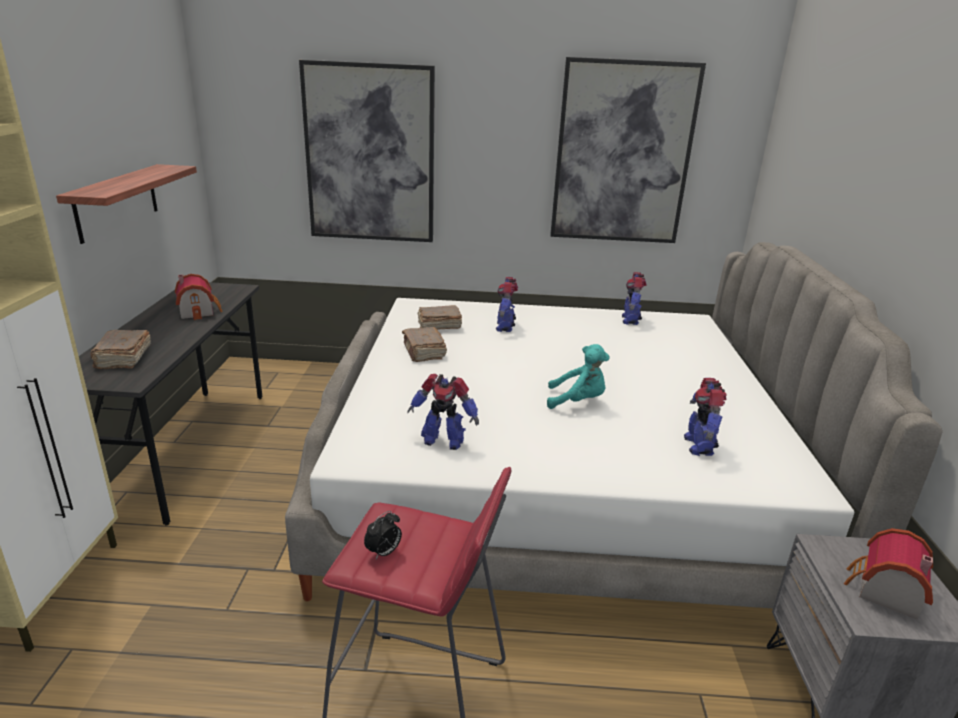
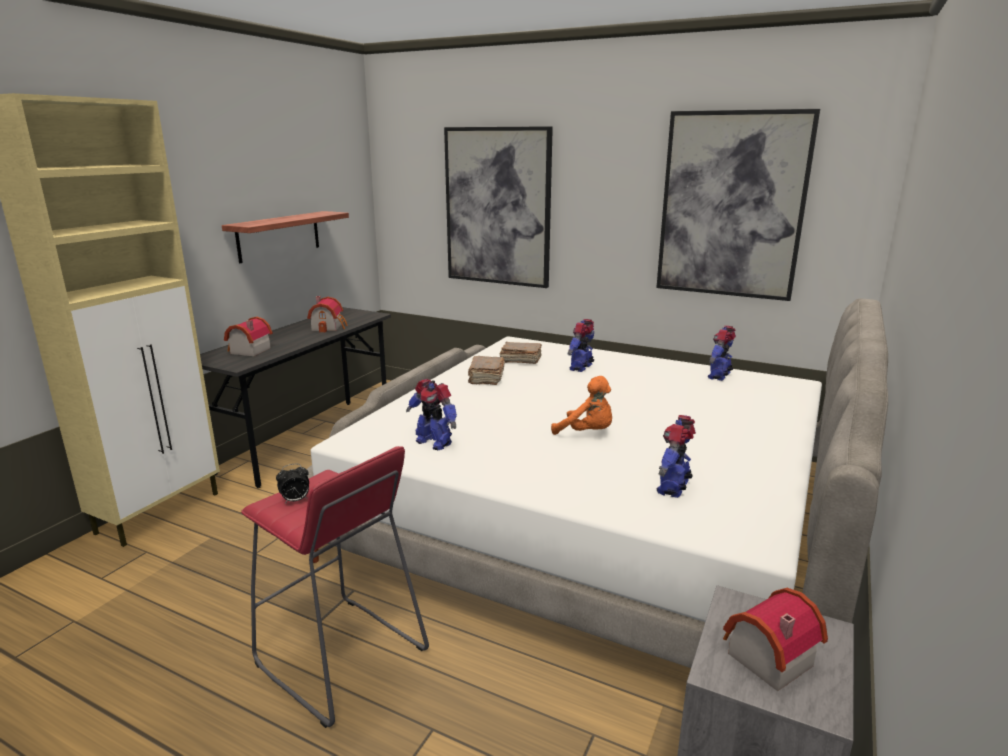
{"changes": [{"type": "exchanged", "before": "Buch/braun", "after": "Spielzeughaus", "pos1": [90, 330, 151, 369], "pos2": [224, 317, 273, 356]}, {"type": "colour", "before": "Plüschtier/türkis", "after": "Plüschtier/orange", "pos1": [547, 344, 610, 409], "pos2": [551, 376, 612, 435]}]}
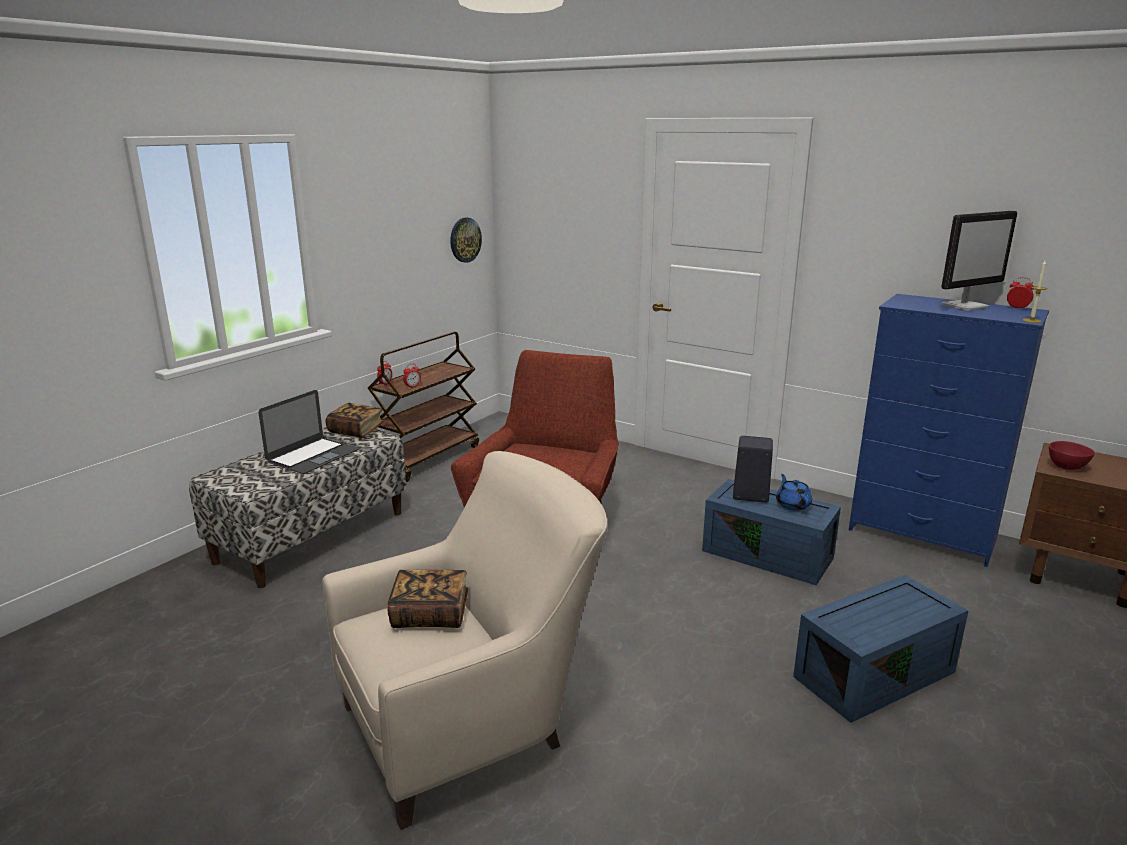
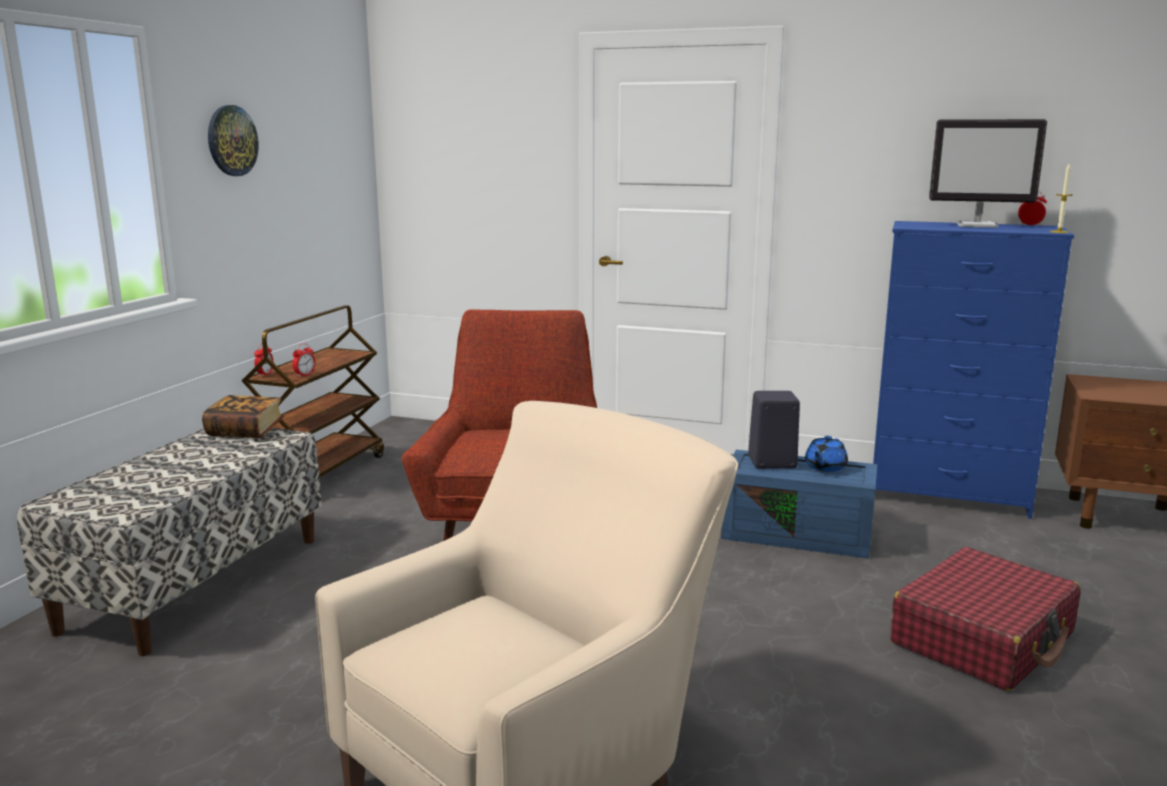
{"changes": [{"type": "spun", "before": "Monitor", "pos1": [941, 211, 1017, 311], "pos2": [929, 119, 1047, 228], "turn": 60}, {"type": "relocated", "before": "Wanduhr", "pos1": [450, 217, 482, 263], "pos2": [208, 105, 259, 176]}, {"type": "missing", "before": "Laptop", "pos1": [258, 390, 359, 474]}, {"type": "missing", "before": "Schüssel/rot", "pos1": [1049, 441, 1095, 470]}, {"type": "spun", "before": "Teekanne/blau", "pos1": [776, 474, 812, 511], "pos2": [805, 436, 848, 472], "turn": -120}, {"type": "missing", "before": "Buch", "pos1": [388, 569, 468, 628]}, {"type": "exchanged", "before": "Aufbewahrungsbox/blau", "after": "Koffer/rot", "pos1": [793, 575, 969, 723], "pos2": [890, 547, 1080, 691]}]}
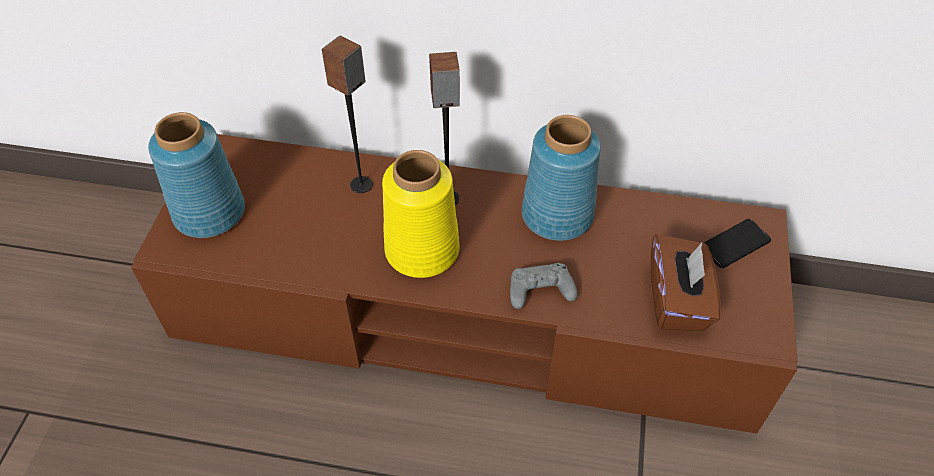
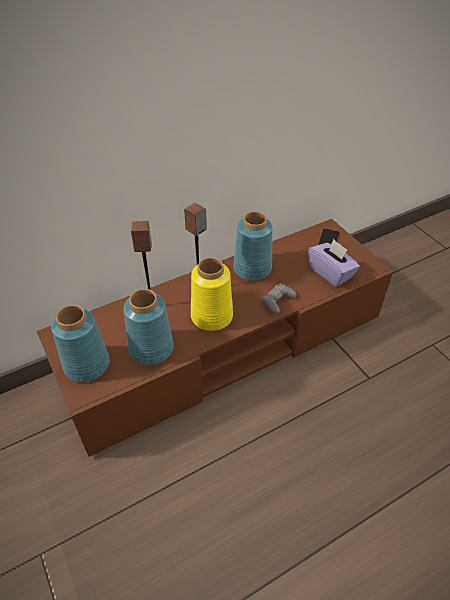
{"changes": [{"type": "colour", "before": "Taschentuchbox/braun", "after": "Taschentuchbox/lila", "pos1": [651, 234, 721, 331], "pos2": [308, 239, 360, 287]}, {"type": "appeared", "after": "Vase/blau", "pos2": [123, 289, 174, 365]}]}
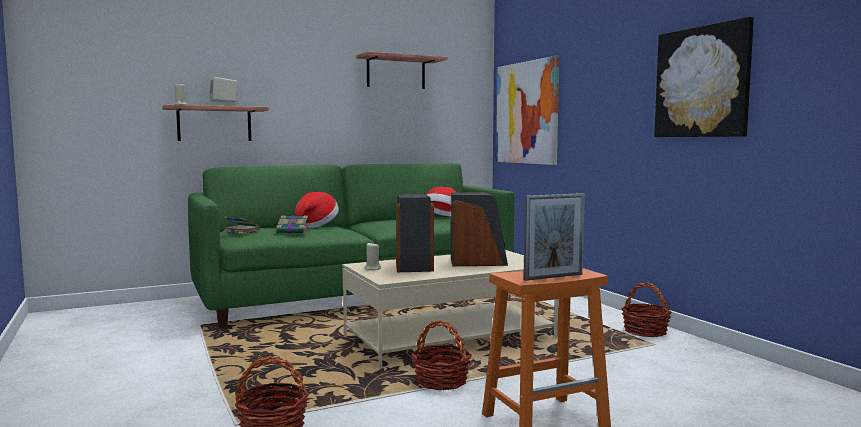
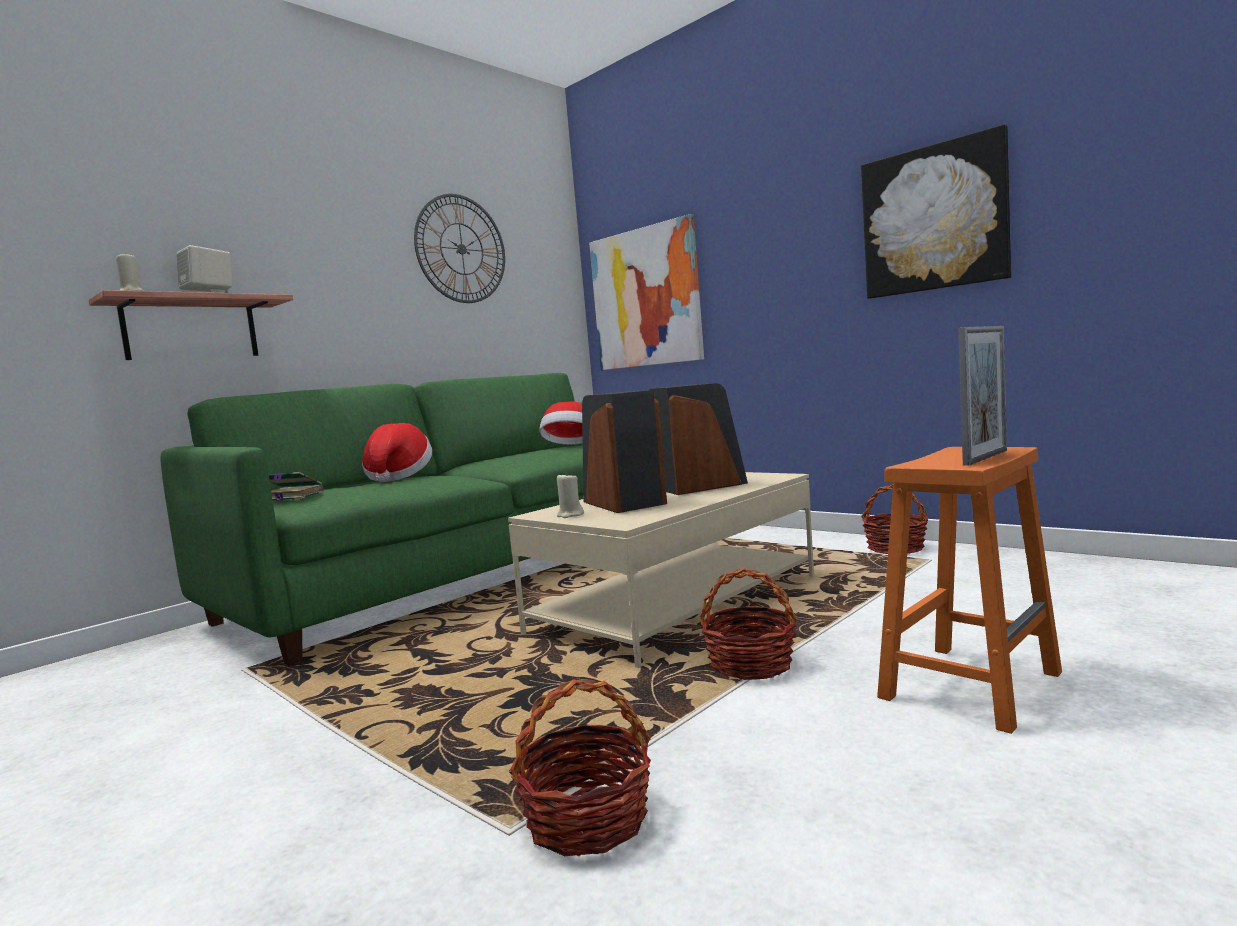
{"changes": [{"type": "exchanged", "before": "Wandregal", "after": "Wanduhr", "pos1": [356, 52, 448, 89], "pos2": [414, 194, 505, 303]}, {"type": "missing", "before": "Buch", "pos1": [276, 216, 309, 233]}]}
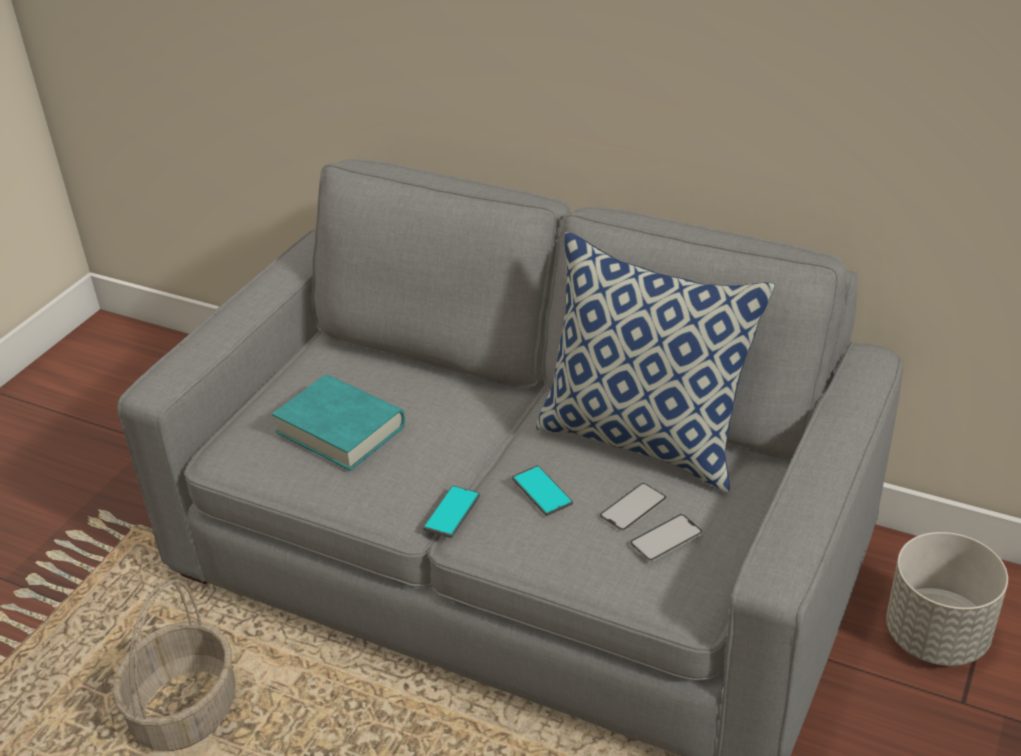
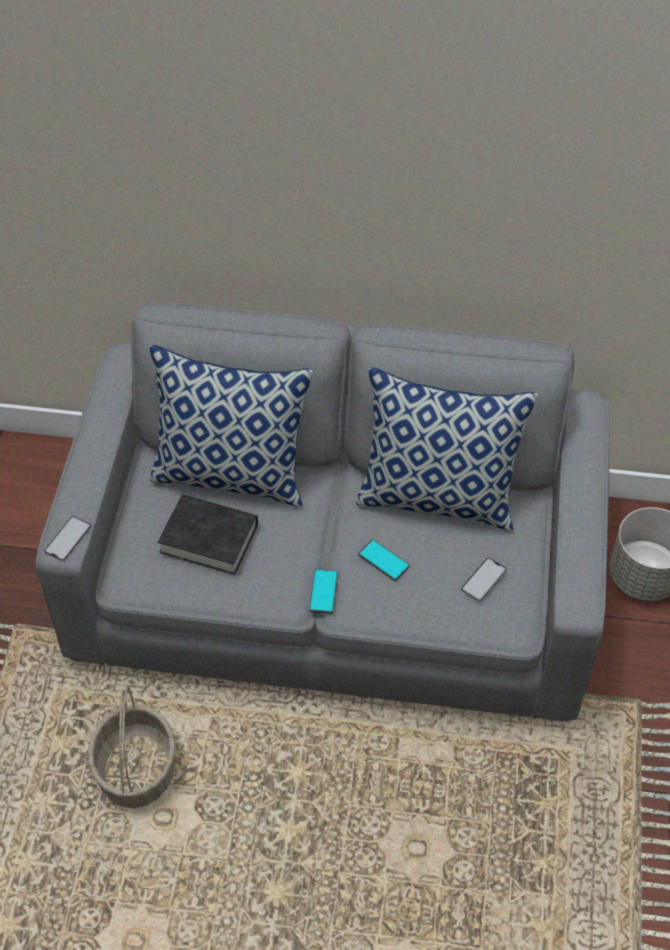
{"changes": [{"type": "colour", "before": "Buch/türkis", "after": "Buch/schwarz", "pos1": [272, 375, 405, 471], "pos2": [158, 495, 258, 575]}, {"type": "relocated", "before": "Handy", "pos1": [600, 483, 666, 531], "pos2": [44, 516, 91, 561]}, {"type": "appeared", "after": "Kissen", "pos2": [150, 345, 313, 507]}]}
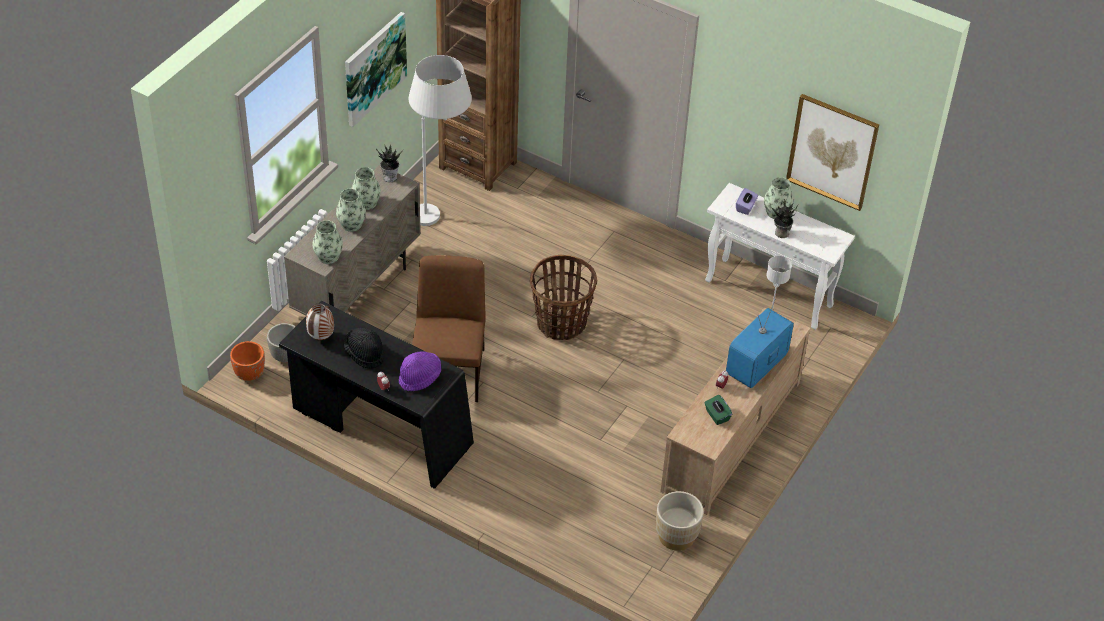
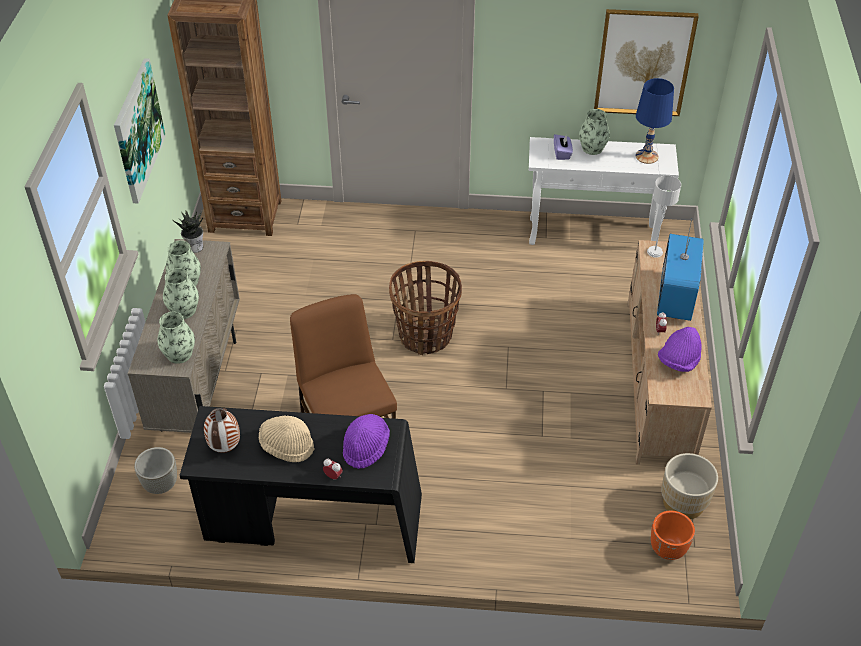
{"changes": [{"type": "missing", "before": "Stehlampe/weiß", "pos1": [409, 55, 472, 226]}, {"type": "missing", "before": "Topfpflanze", "pos1": [770, 199, 798, 238]}, {"type": "colour", "before": "Hut/schwarz", "after": "Hut/beige", "pos1": [343, 328, 385, 369], "pos2": [259, 416, 315, 462]}, {"type": "relocated", "before": "Pflanzkübel/orange", "pos1": [230, 341, 265, 381], "pos2": [651, 511, 695, 560]}, {"type": "exchanged", "before": "Taschentuchbox/grün", "after": "Hut/lila", "pos1": [705, 395, 732, 425], "pos2": [658, 327, 702, 372]}, {"type": "appeared", "after": "Tischlampe/blau", "pos2": [636, 78, 674, 164]}]}
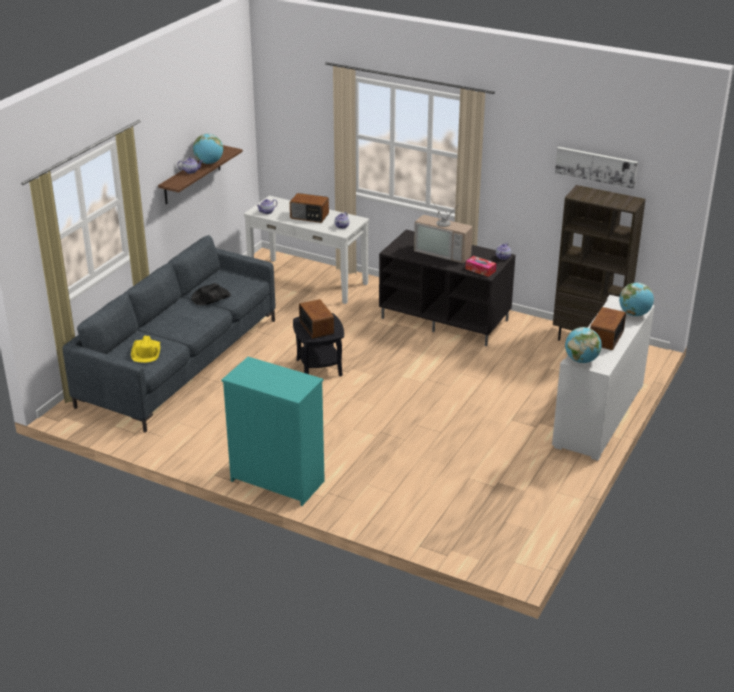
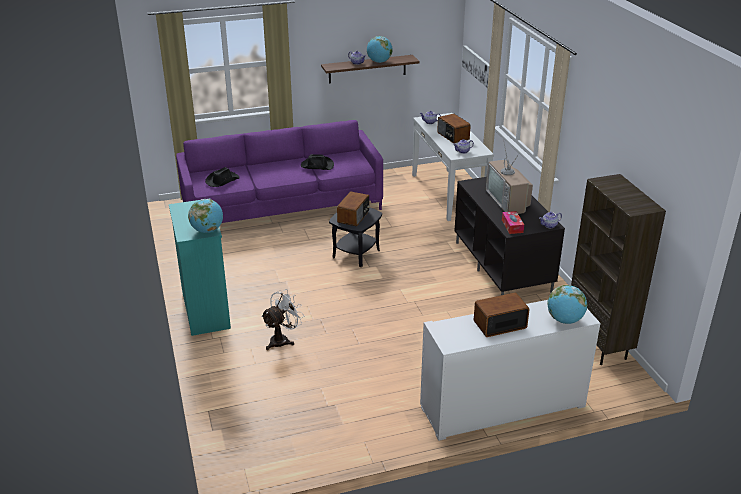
{"changes": [{"type": "relocated", "before": "Bild", "pos1": [555, 147, 638, 189], "pos2": [462, 45, 489, 88]}, {"type": "colour", "before": "Sofa/grau", "after": "Sofa/lila", "pos1": [63, 235, 275, 433], "pos2": [176, 120, 383, 223]}, {"type": "relocated", "before": "Globus", "pos1": [565, 327, 602, 363], "pos2": [188, 199, 223, 233]}, {"type": "colour", "before": "Hut/gelb", "after": "Hut/schwarz", "pos1": [131, 336, 160, 363], "pos2": [205, 167, 240, 187]}, {"type": "appeared", "after": "Ventilator/weiß", "pos2": [261, 289, 304, 350]}]}
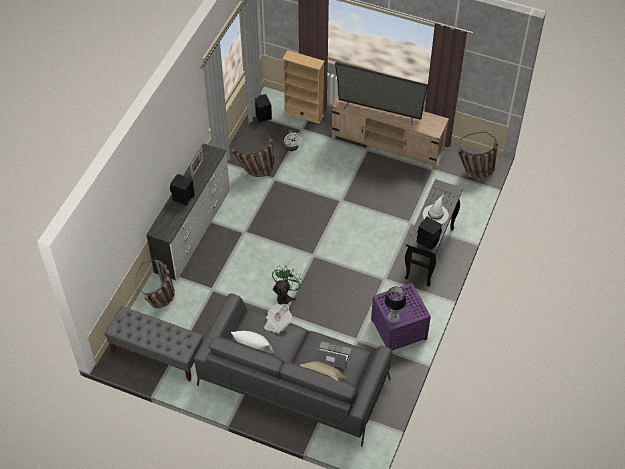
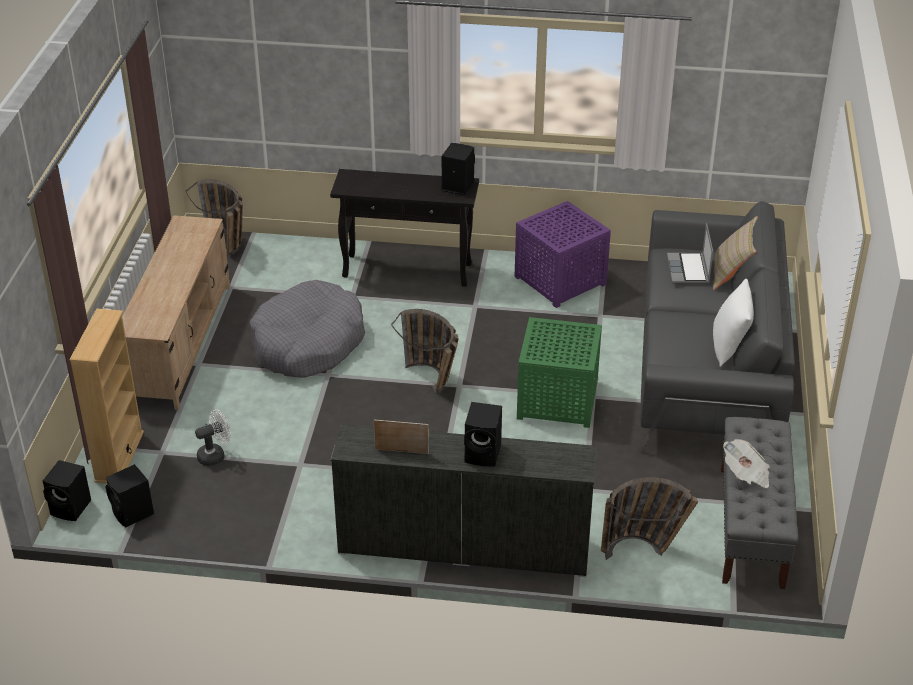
{"changes": [{"type": "missing", "before": "Fernseher", "pos1": [335, 62, 428, 125]}, {"type": "relocated", "before": "Korb", "pos1": [232, 130, 274, 177], "pos2": [391, 309, 458, 393]}, {"type": "missing", "before": "Hut/weiß", "pos1": [423, 194, 449, 224]}, {"type": "exchanged", "before": "Ventilator/grün", "after": "Beistelltisch/grün", "pos1": [272, 265, 303, 305], "pos2": [517, 317, 602, 428]}, {"type": "missing", "before": "Tischlampe", "pos1": [385, 287, 406, 323]}, {"type": "relocated", "before": "Zeitung", "pos1": [264, 303, 292, 334], "pos2": [723, 439, 770, 488]}, {"type": "appeared", "after": "Hundebett/grau", "pos2": [250, 280, 365, 378]}, {"type": "appeared", "after": "Lautsprecher/schwarz", "pos2": [42, 460, 91, 521]}]}
